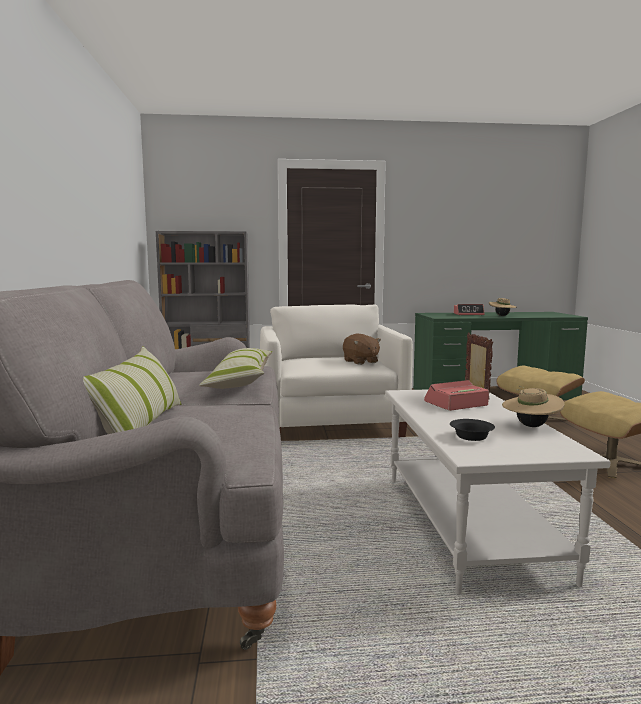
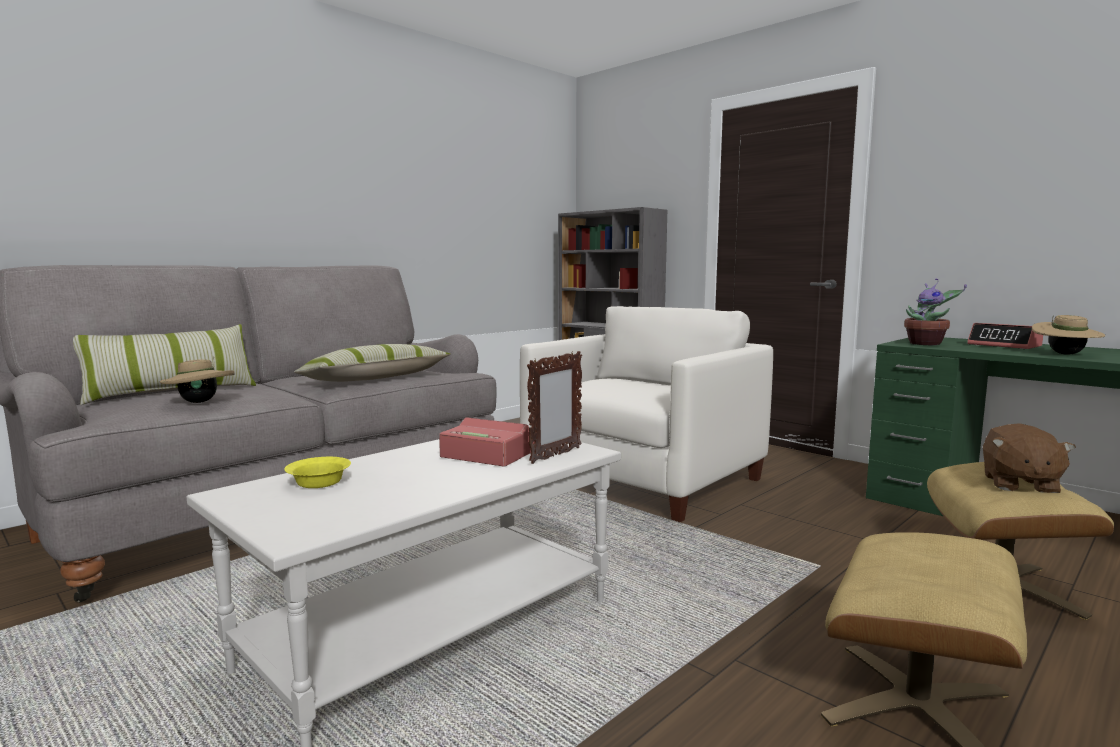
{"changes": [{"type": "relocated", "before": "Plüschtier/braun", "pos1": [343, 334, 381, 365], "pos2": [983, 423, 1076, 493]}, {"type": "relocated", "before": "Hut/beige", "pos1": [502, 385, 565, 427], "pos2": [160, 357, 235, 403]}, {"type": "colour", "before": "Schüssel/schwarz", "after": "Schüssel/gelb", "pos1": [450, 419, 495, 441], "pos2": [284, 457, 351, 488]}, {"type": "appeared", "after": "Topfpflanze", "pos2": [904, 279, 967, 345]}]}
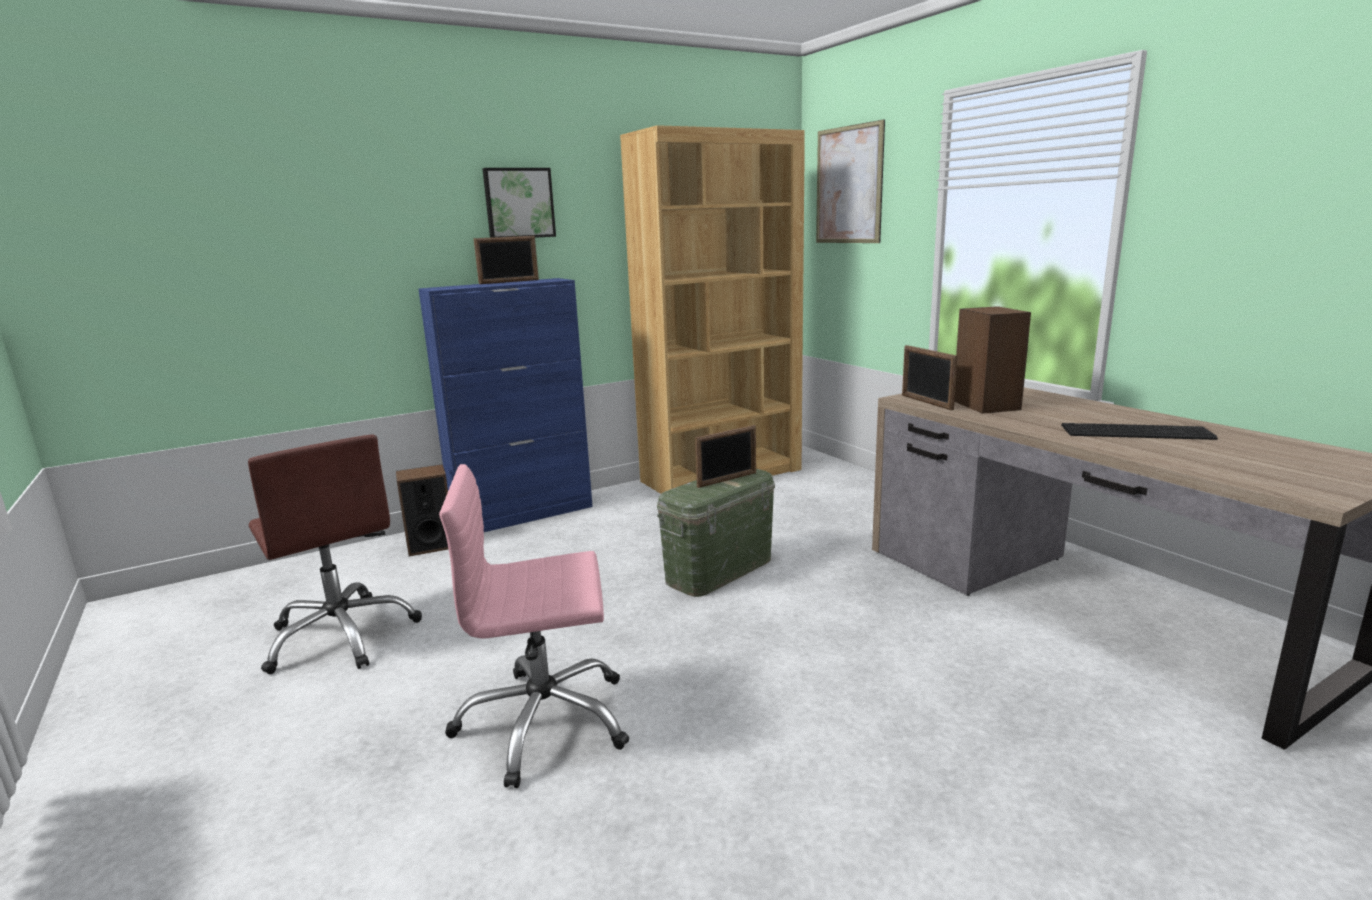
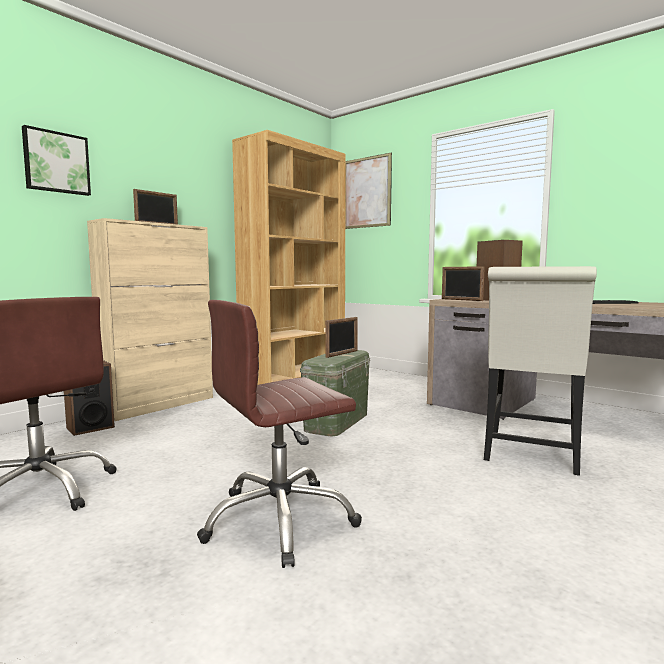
{"changes": [{"type": "relocated", "before": "Bild", "pos1": [482, 168, 556, 238], "pos2": [22, 125, 91, 196]}, {"type": "colour", "before": "Schrank/blau", "after": "Schrank/beige", "pos1": [418, 278, 593, 532], "pos2": [87, 218, 213, 421]}, {"type": "colour", "before": "Bürostuhl/rosa", "after": "Bürostuhl/braun", "pos1": [439, 464, 629, 788], "pos2": [197, 300, 362, 568]}, {"type": "appeared", "after": "Stuhl/weiß", "pos2": [484, 266, 597, 476]}]}
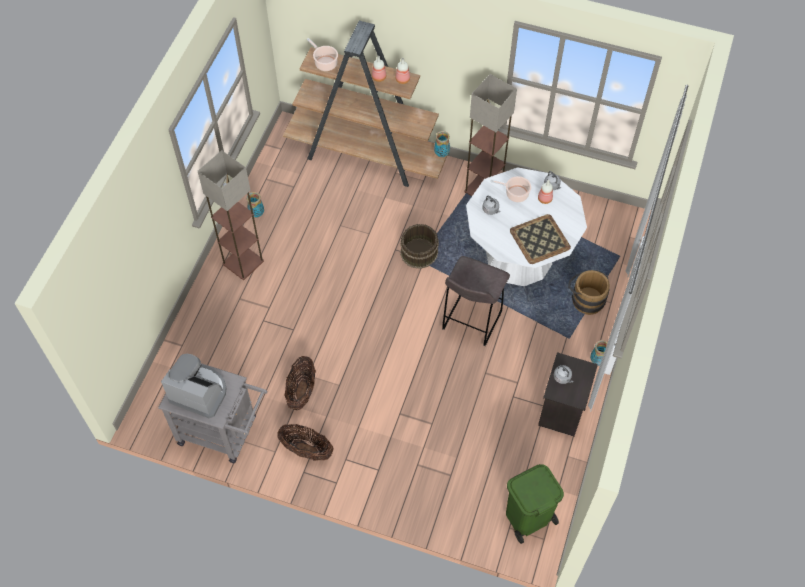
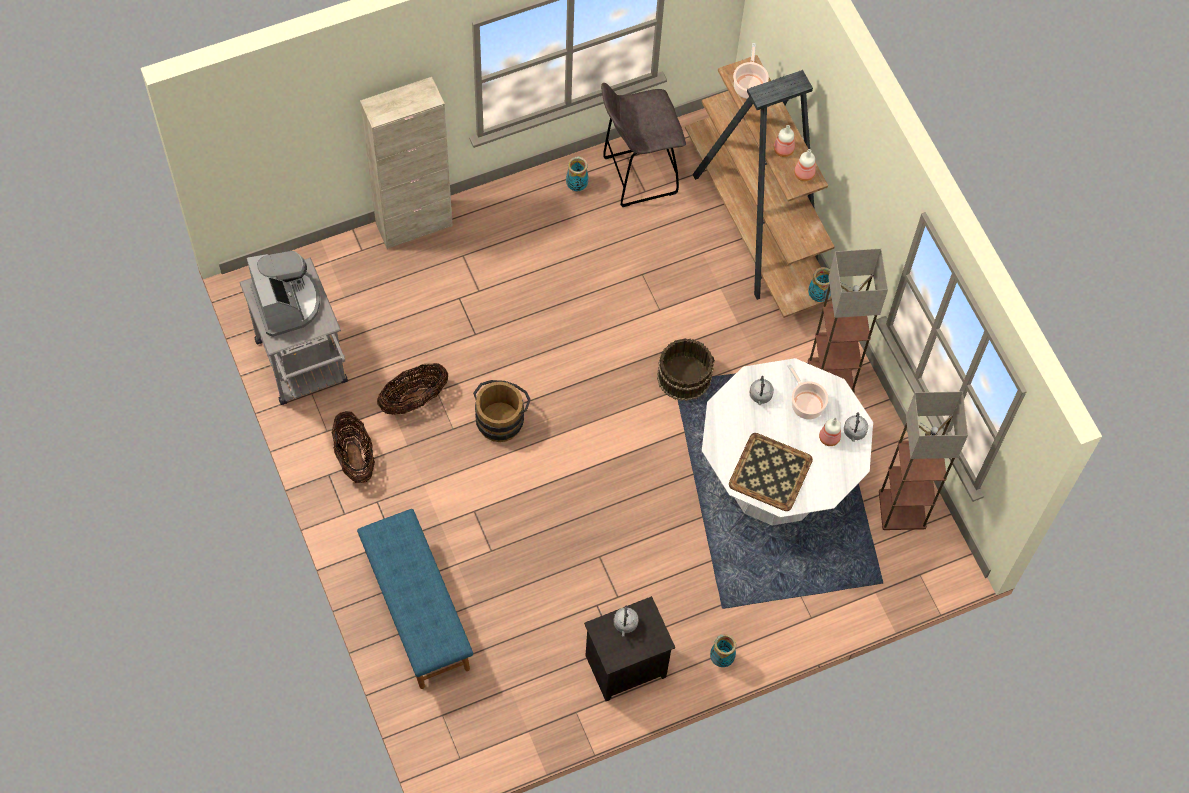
{"changes": [{"type": "relocated", "before": "Stehlampe", "pos1": [198, 150, 264, 280], "pos2": [879, 392, 968, 530]}, {"type": "relocated", "before": "Hocker/grau", "pos1": [442, 256, 510, 346], "pos2": [601, 83, 686, 207]}, {"type": "relocated", "before": "Eimer/braun", "pos1": [568, 270, 610, 315], "pos2": [473, 380, 531, 442]}, {"type": "missing", "before": "Mülleimer/grün", "pos1": [506, 464, 564, 544]}, {"type": "appeared", "after": "Schrank/beige", "pos2": [360, 77, 453, 249]}, {"type": "appeared", "after": "Bank/blau", "pos2": [357, 509, 473, 689]}]}
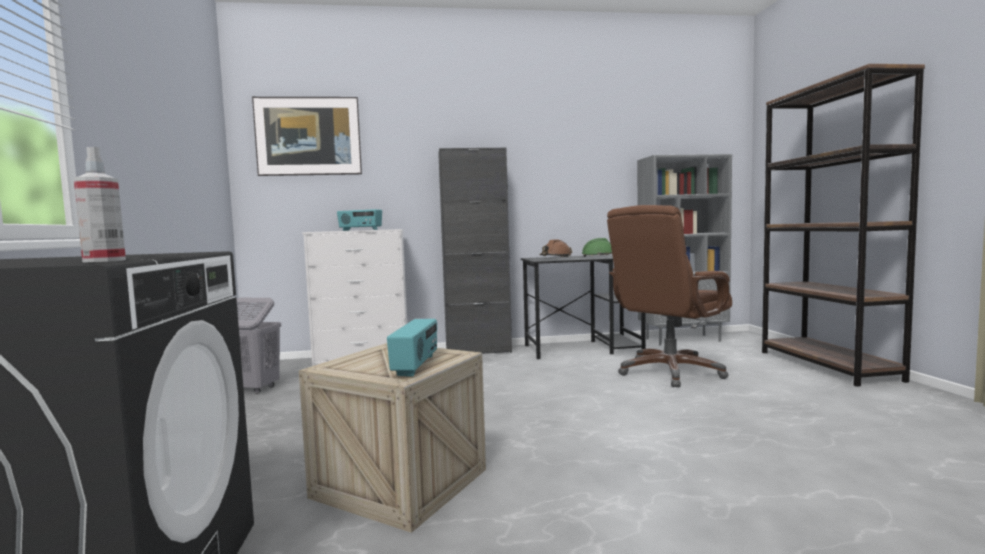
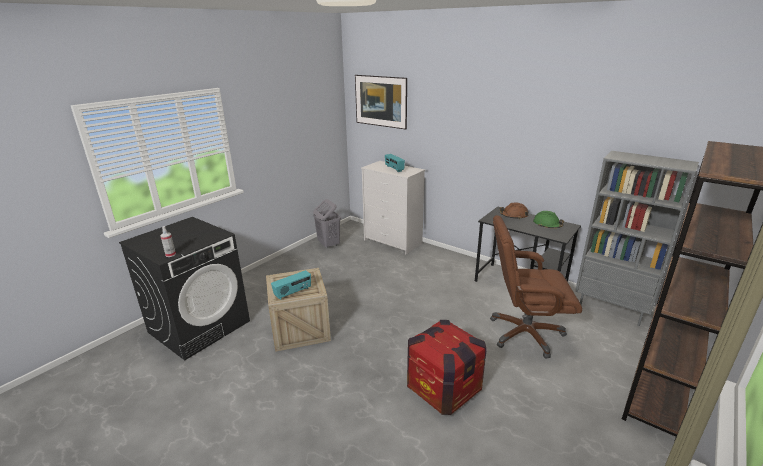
{"changes": [{"type": "missing", "before": "Schrank/schwarz", "pos1": [438, 148, 512, 354]}, {"type": "appeared", "after": "Kiste", "pos2": [407, 320, 487, 415]}]}
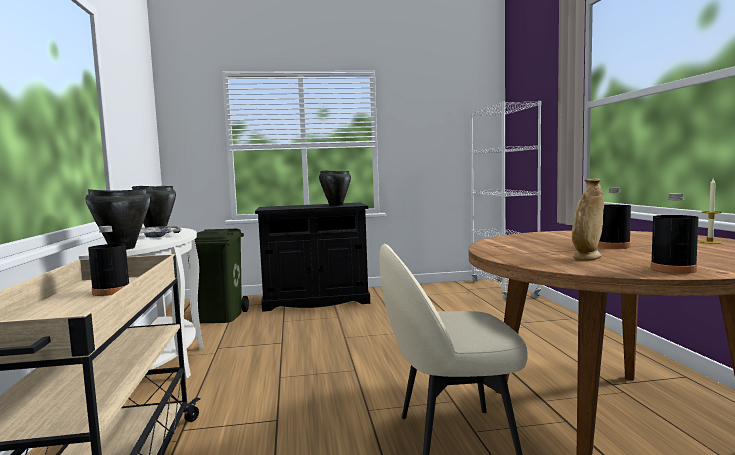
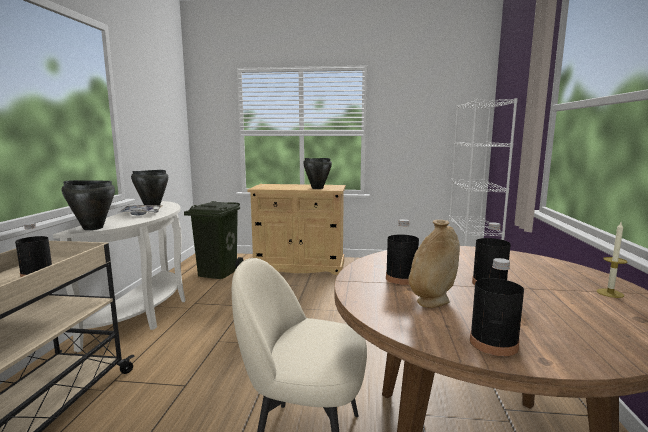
{"changes": [{"type": "colour", "before": "Schrank/schwarz", "after": "Schrank/beige", "pos1": [255, 202, 370, 312], "pos2": [247, 184, 346, 275]}, {"type": "appeared", "after": "Flasche/schwarz", "pos2": [386, 219, 419, 285]}]}
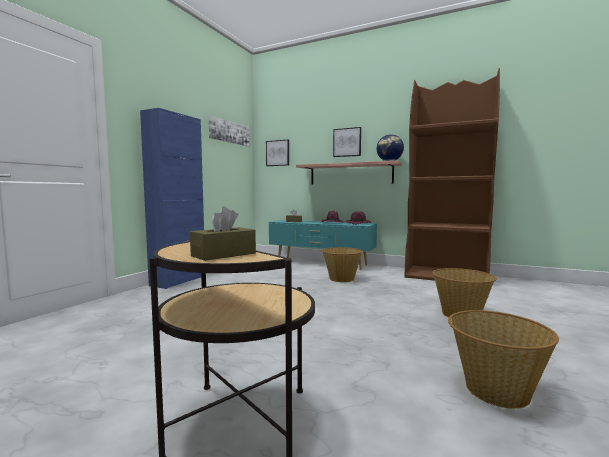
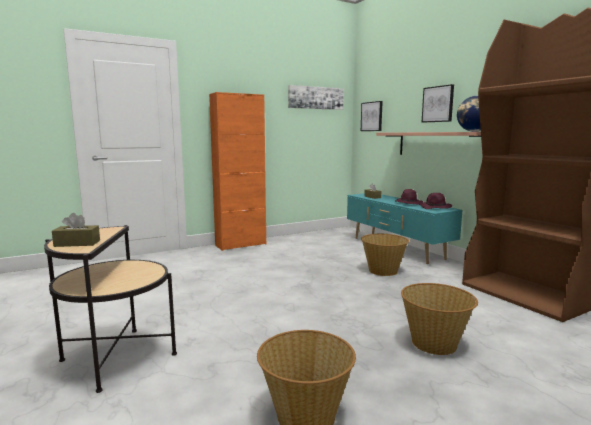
{"changes": [{"type": "colour", "before": "Schrank/blau", "after": "Schrank/orange", "pos1": [140, 108, 204, 289], "pos2": [209, 92, 266, 251]}]}
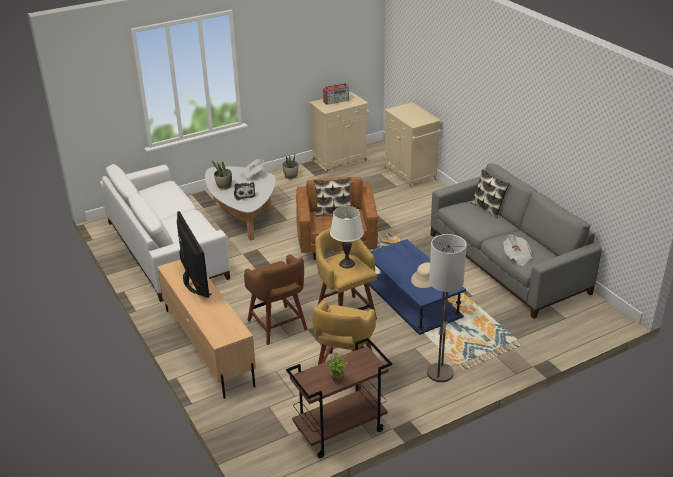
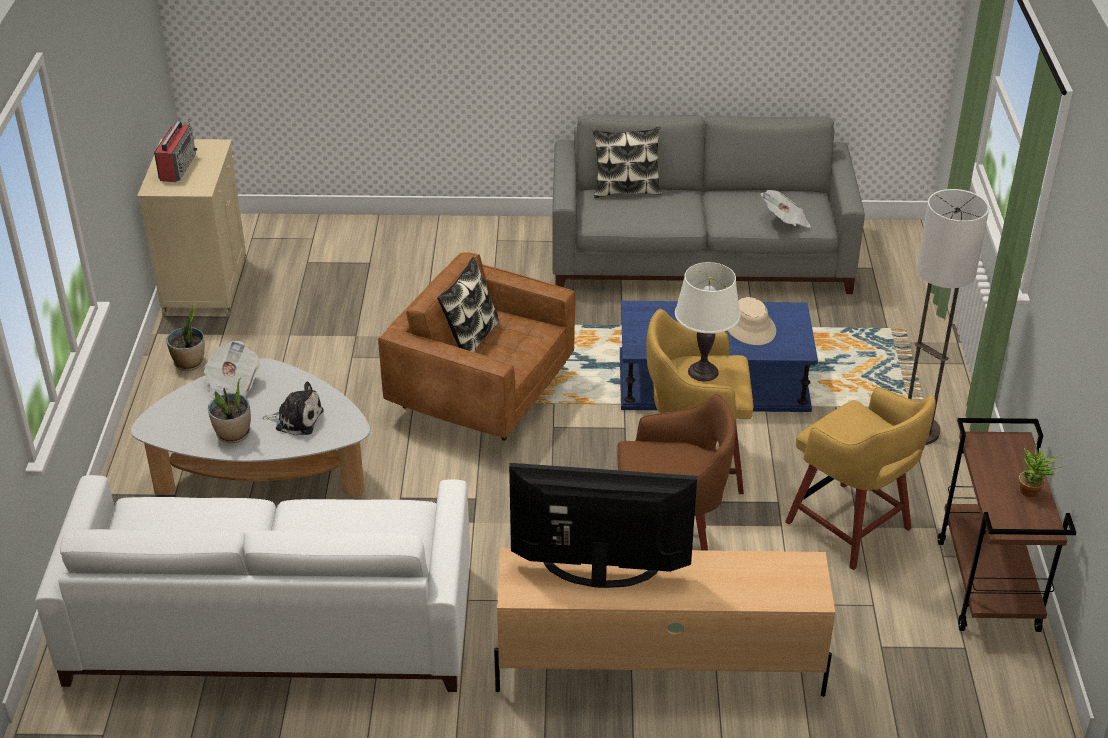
{"changes": [{"type": "missing", "before": "Schrank/beige", "pos1": [384, 102, 441, 188]}]}
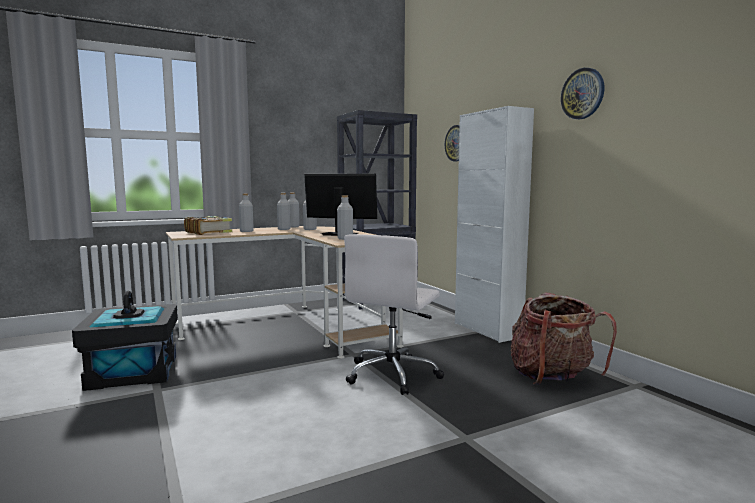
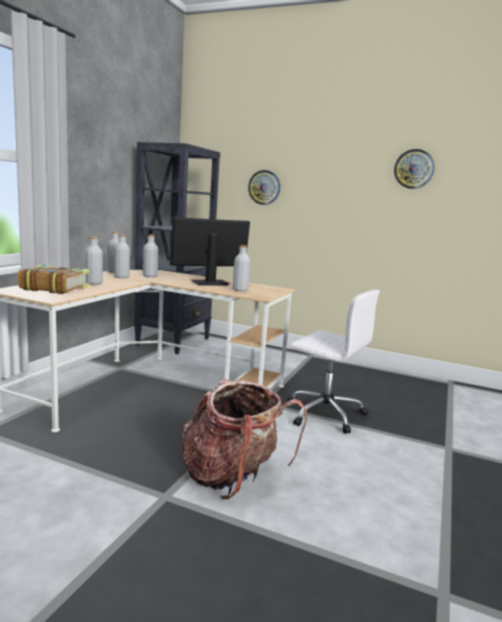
{"changes": [{"type": "missing", "before": "Schrank/weiß", "pos1": [455, 106, 534, 343]}, {"type": "spun", "before": "Bürostuhl/weiß", "pos1": [344, 234, 444, 395], "pos2": [287, 289, 380, 434], "turn": -45}, {"type": "missing", "before": "Aufbewahrungsbox/schwarz", "pos1": [72, 291, 178, 391]}, {"type": "relocated", "before": "Rucksack", "pos1": [510, 293, 617, 385], "pos2": [182, 379, 307, 499]}]}
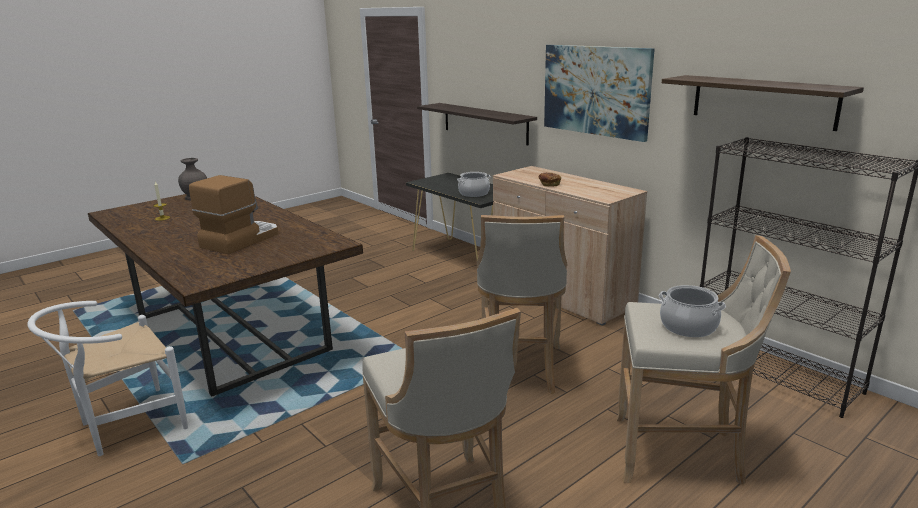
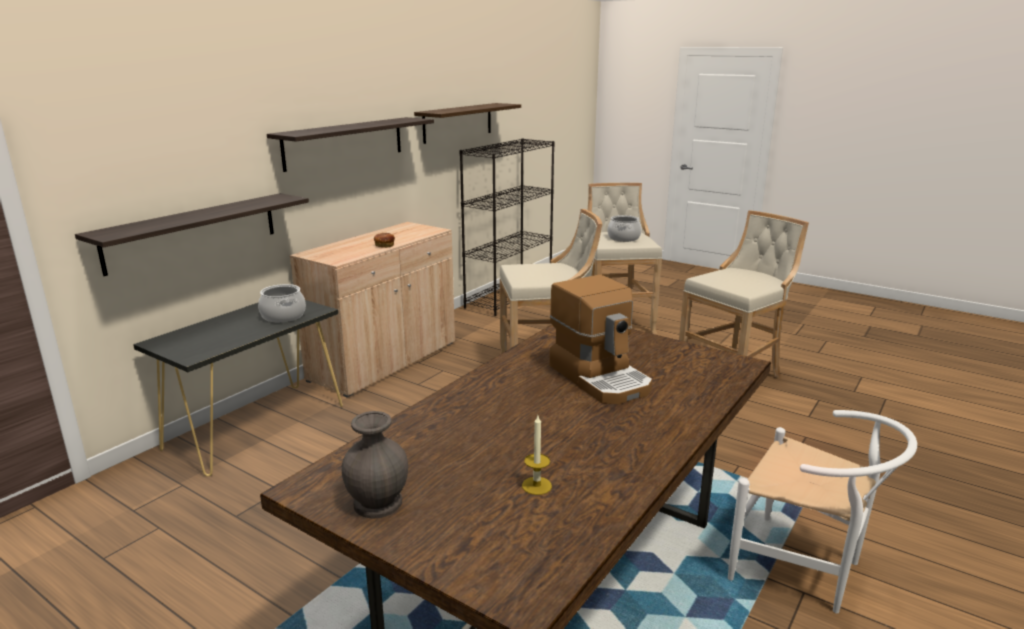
{"changes": [{"type": "exchanged", "before": "Bild", "after": "Wandregal", "pos1": [544, 45, 655, 142], "pos2": [267, 117, 434, 172]}, {"type": "spun", "before": "Kaffeemaschine", "pos1": [189, 175, 278, 254], "pos2": [549, 275, 652, 404], "turn": -135}]}
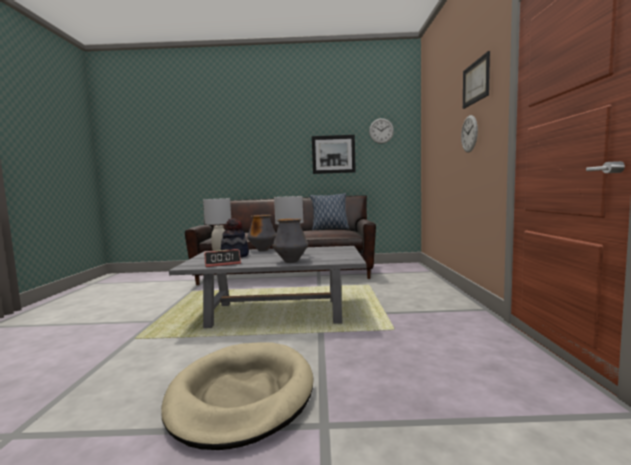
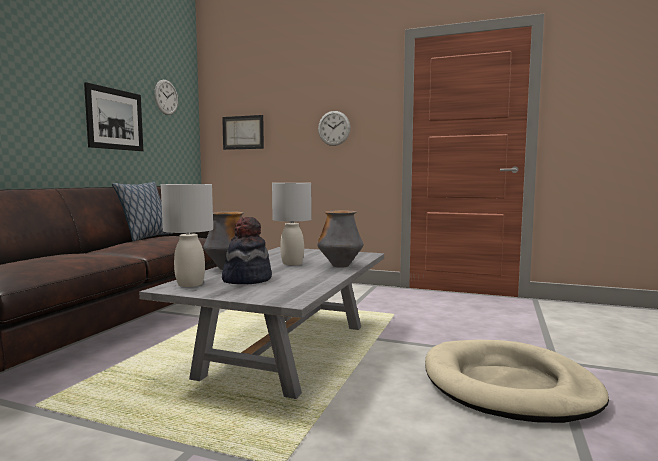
{"changes": [{"type": "relocated", "before": "Bild", "pos1": [463, 51, 490, 109], "pos2": [222, 115, 264, 150]}, {"type": "missing", "before": "Wecker", "pos1": [204, 249, 241, 267]}]}
